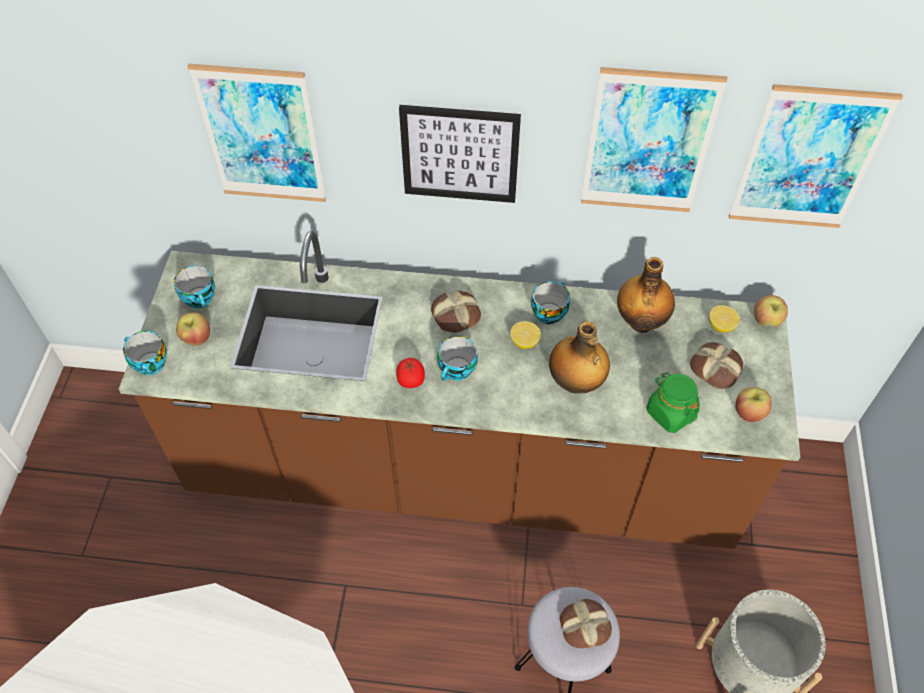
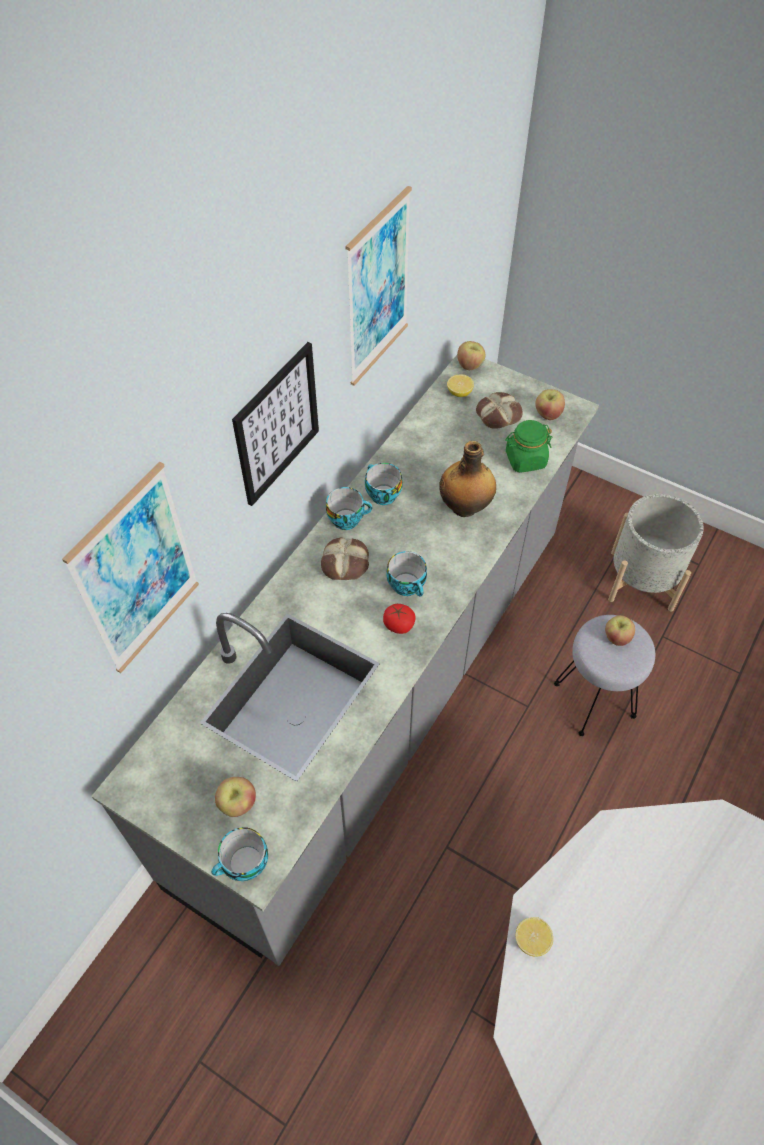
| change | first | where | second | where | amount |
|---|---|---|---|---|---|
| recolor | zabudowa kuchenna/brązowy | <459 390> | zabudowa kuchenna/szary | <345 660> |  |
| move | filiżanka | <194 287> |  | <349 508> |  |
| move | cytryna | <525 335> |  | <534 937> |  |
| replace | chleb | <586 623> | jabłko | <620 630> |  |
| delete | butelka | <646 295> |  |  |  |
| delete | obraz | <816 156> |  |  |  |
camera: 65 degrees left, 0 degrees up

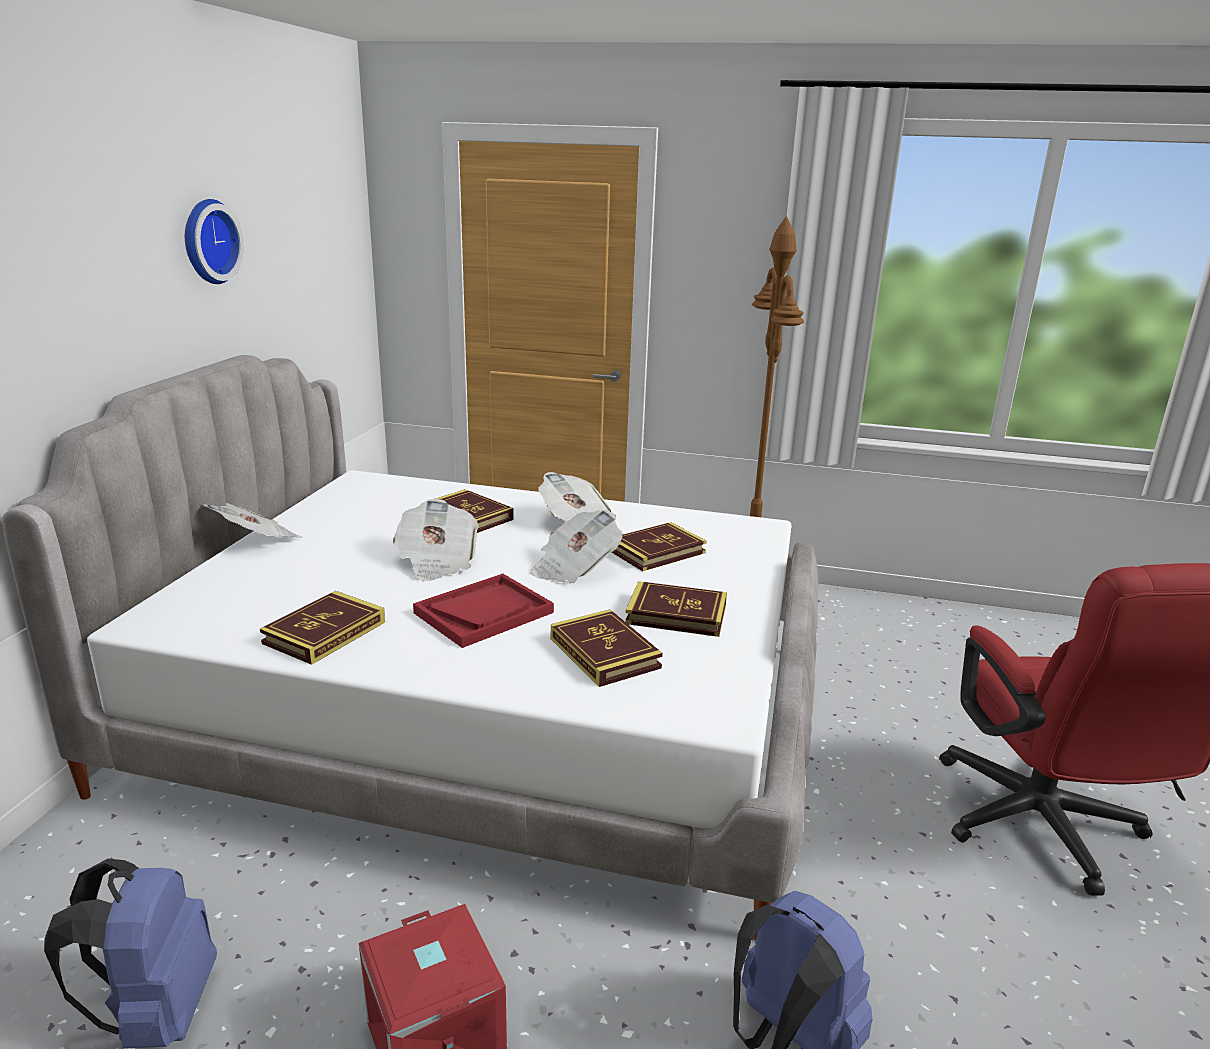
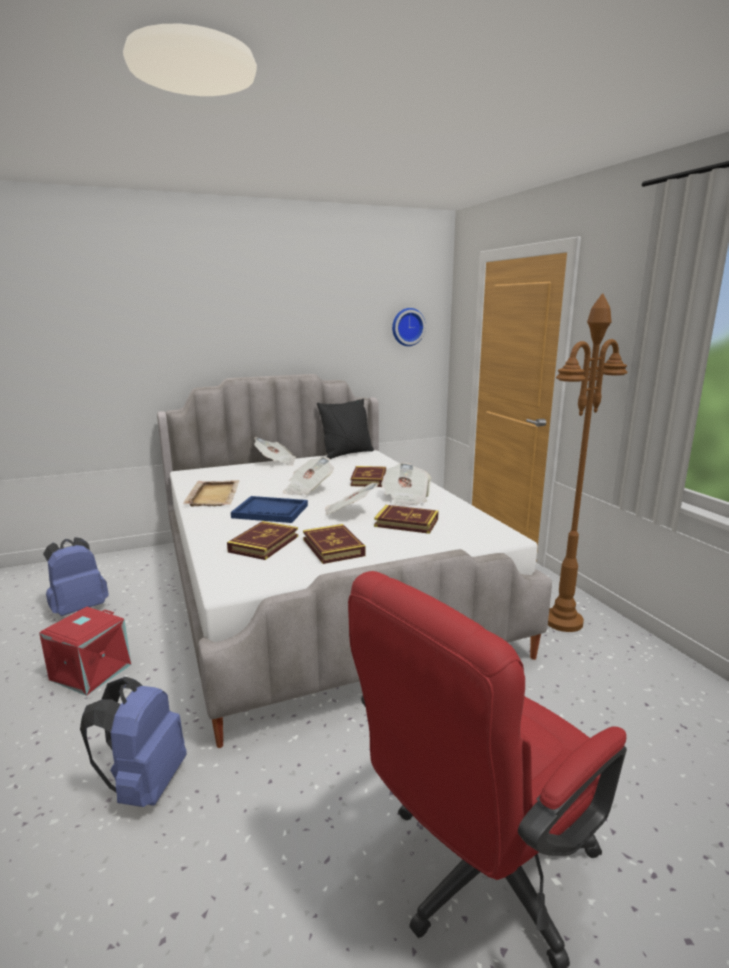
| change | first | where | second | where | amount |
|---|---|---|---|---|---|
| replace | książka | <322 628> | taca/beżowy | <211 493> |  |
| recolor | taca/czerwony | <483 611> | taca/niebieski | <269 509> |  |
| insert |  |  | poduszka/czarny | <345 429> |  |
| move | zegar ścienny | <214 241> |  | <409 327> |  |
camera: 55 degrees right, 5 degrees down

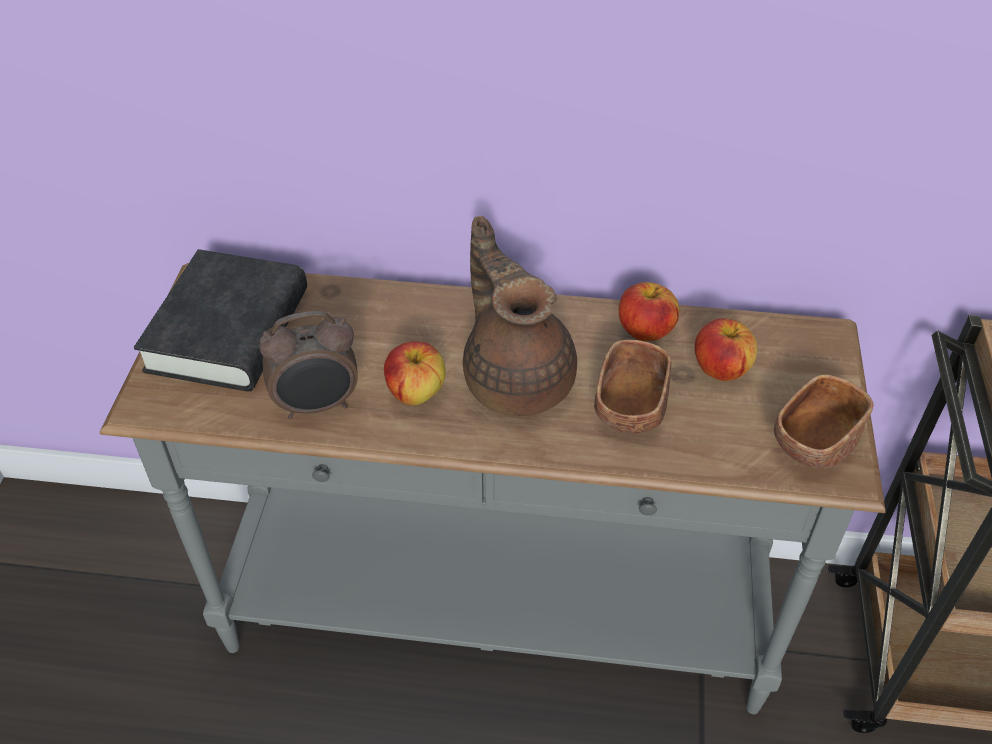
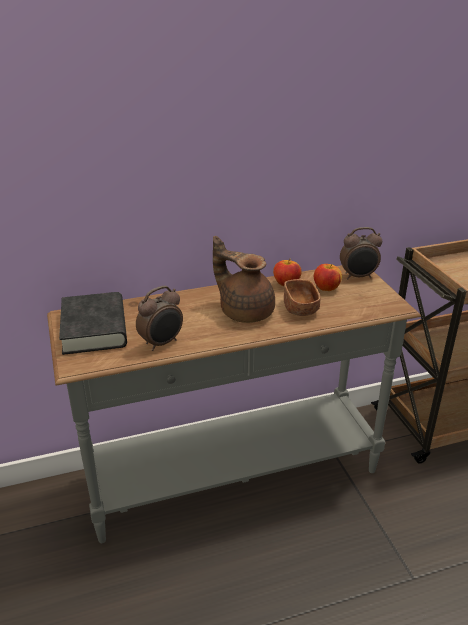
| change | first | where | second | where | amount |
|---|---|---|---|---|---|
| insert |  |  | budzik | <361 253> |  |
| delete | jabłko | <415 373> |  |  |  |
| delete | miska/brązowy | <823 421> |  |  |  |
camera: 25 degrees left, 15 degrees down

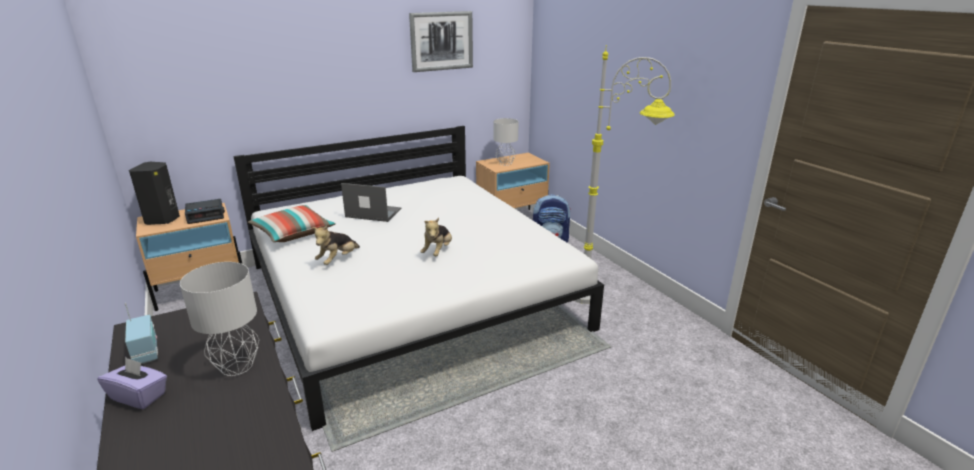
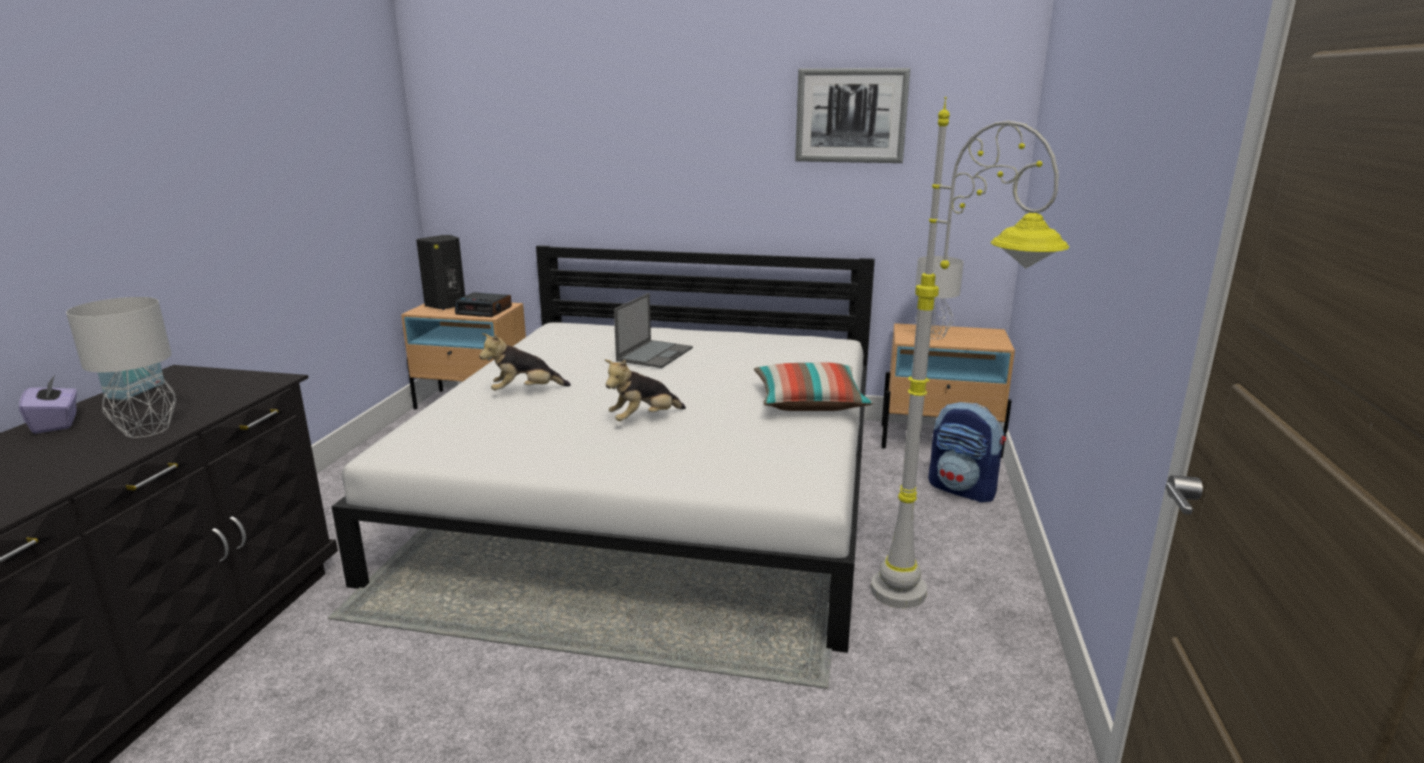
| change | first | where | second | where | amount |
|---|---|---|---|---|---|
| rotate | laptop | <371 202> |  | <653 330> | 60 degrees clockwise |
| move | poduszka | <292 223> |  | <813 387> |  |
camera: 40 degrees right, 5 degrees down

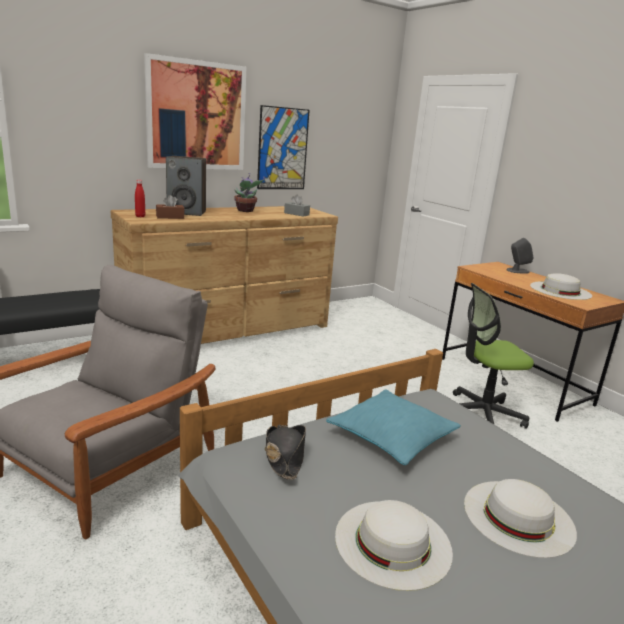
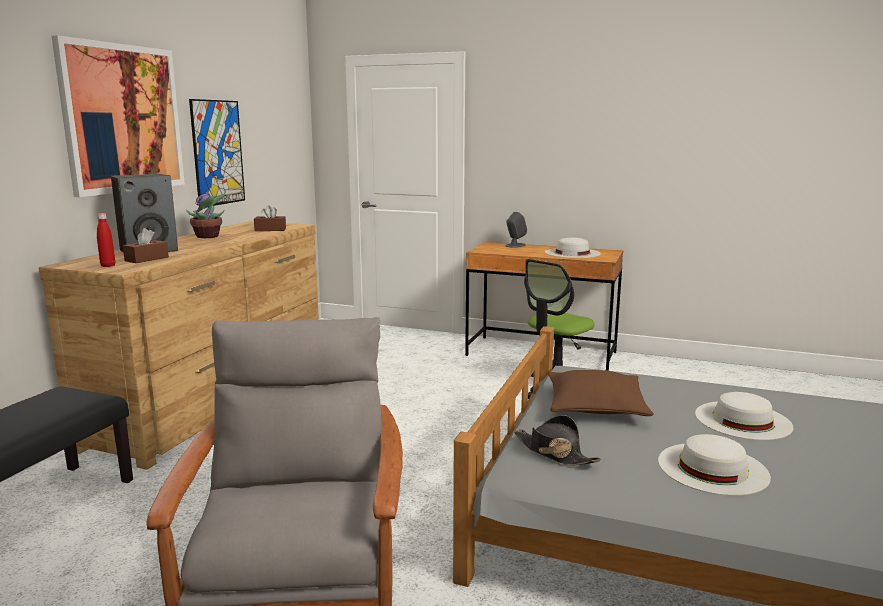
| change | first | where | second | where | amount |
|---|---|---|---|---|---|
| recolor | pudełko chusteczek/szary | <297 205> | pudełko chusteczek/brązowy | <270 218> |  |
| recolor | poduszka/turkusowy | <393 427> | poduszka/brązowy | <601 393> |  |
camera: 35 degrees left, 5 degrees down

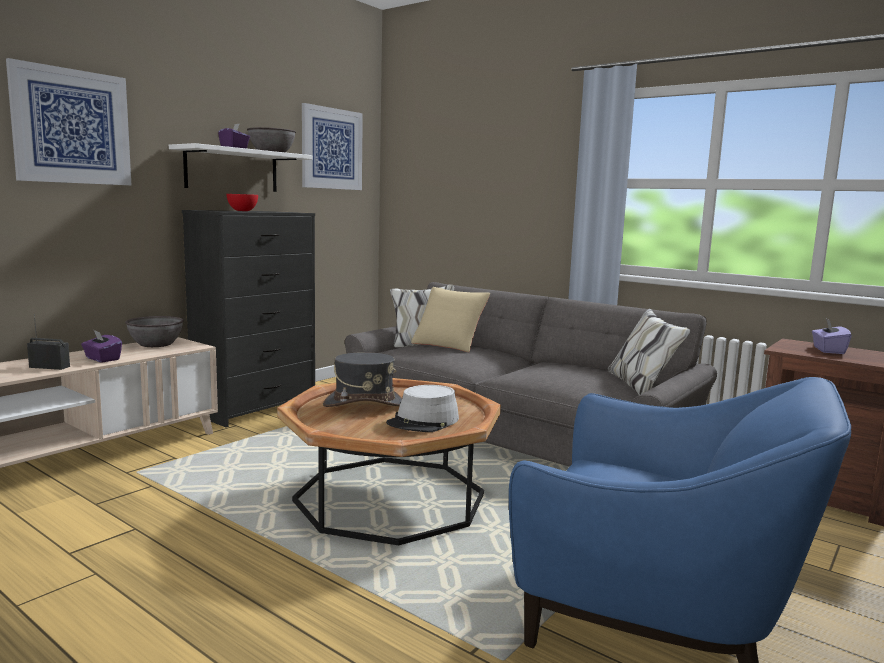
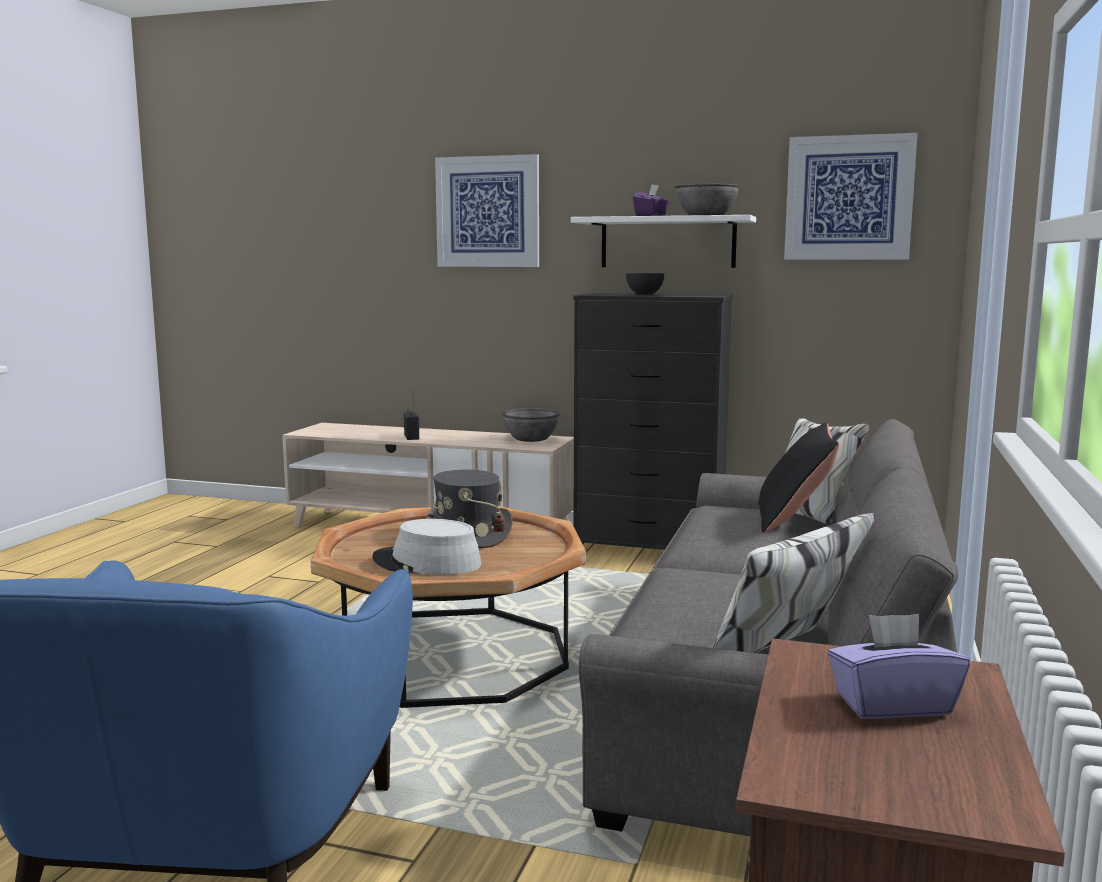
| change | first | where | second | where | amount |
|---|---|---|---|---|---|
| recolor | miska/czerwony | <242 202> | miska/szary | <645 283> |  |
| recolor | poduszka/beżowy | <450 319> | poduszka/czarny | <799 478> |  |
| delete | pudełko chusteczek/fioletowy | <101 346> |  |  |  |
camera: 70 degrees right, 0 degrees up

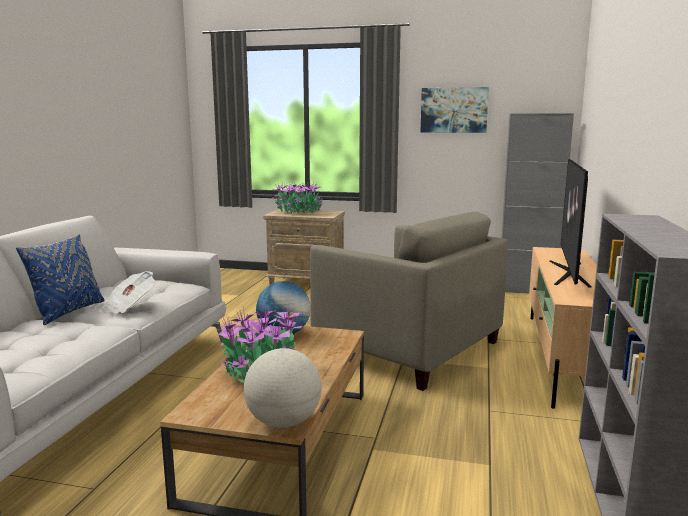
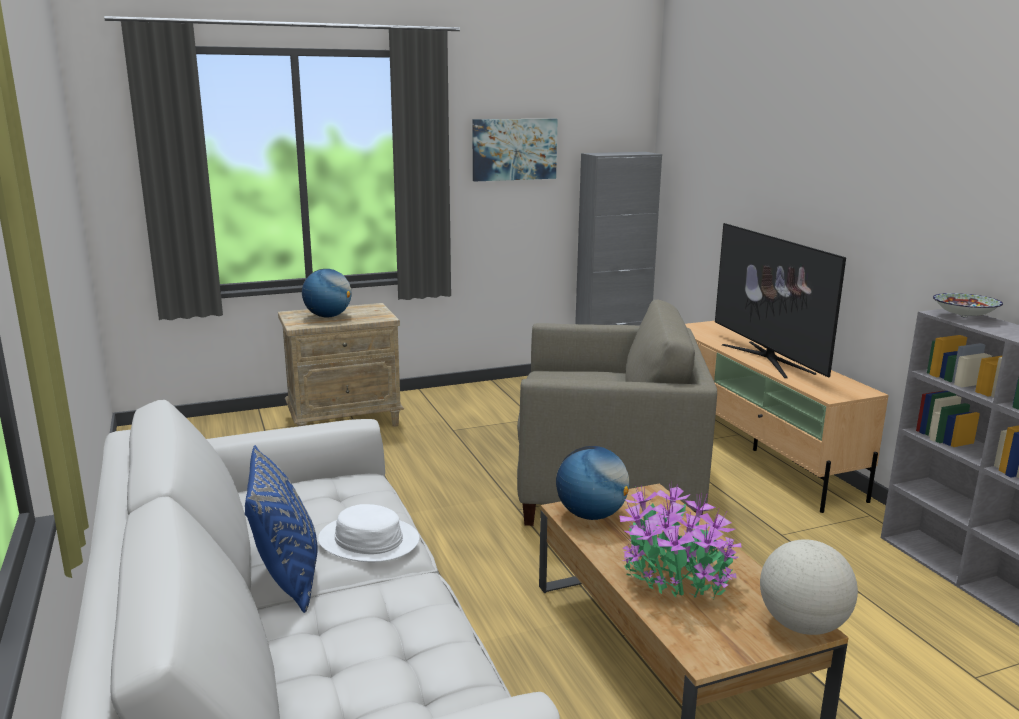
| change | first | where | second | where | amount |
|---|---|---|---|---|---|
| replace | roślina doniczkowa | <298 198> | globus | <327 293> |  |
| replace | gazeta | <127 292> | kapelusz/biały | <368 533> |  |
| insert |  |  | miska | <968 305> |  |
camera: 35 degrees left, 5 degrees up

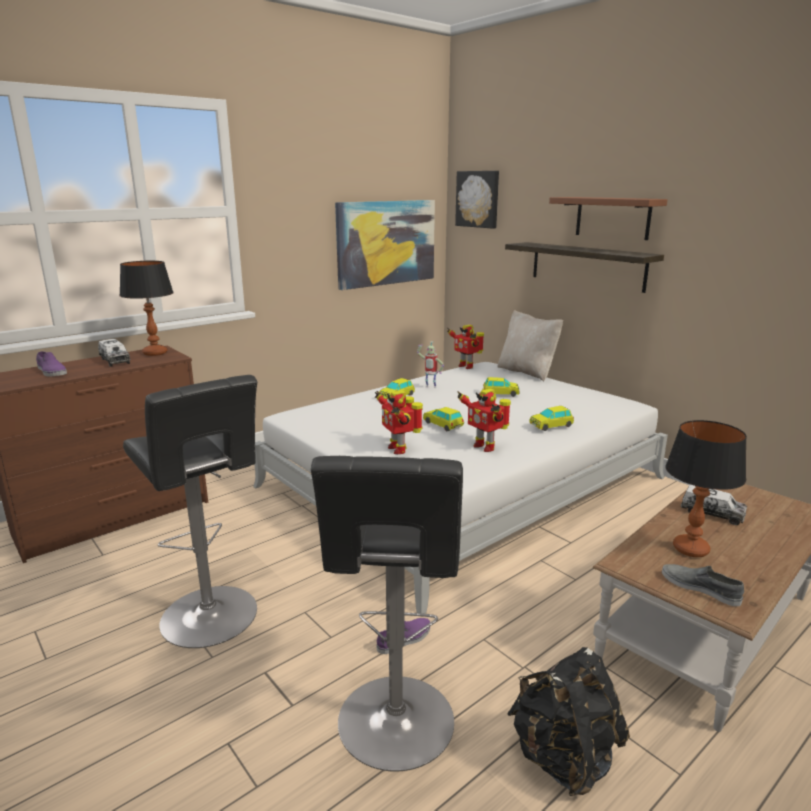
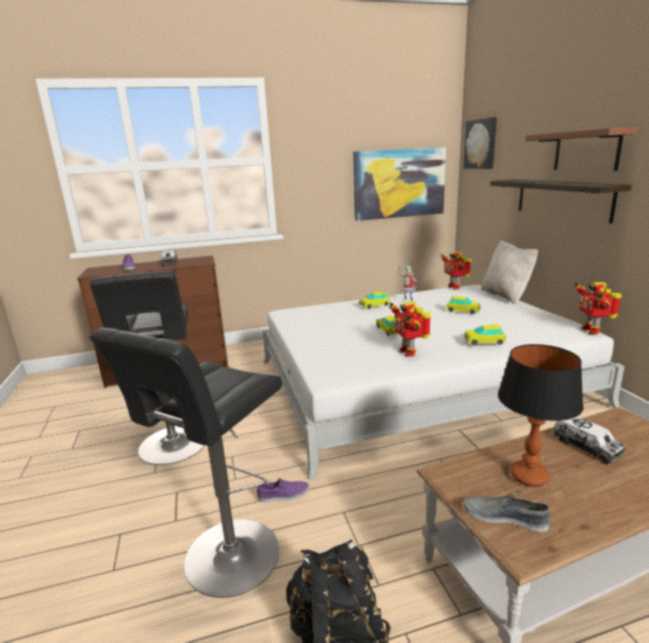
| change | first | where | second | where | amount |
|---|---|---|---|---|---|
| rotate | but/szary | <703 585> |  | <506 513> | 45 degrees counterclockwise |
| move | robot zabawkowy | <398 422> |  | <598 308> |  |
| delete | lampa stołowa | <146 308> |  |  |  |
camera: 25 degrees right, 0 degrees up

